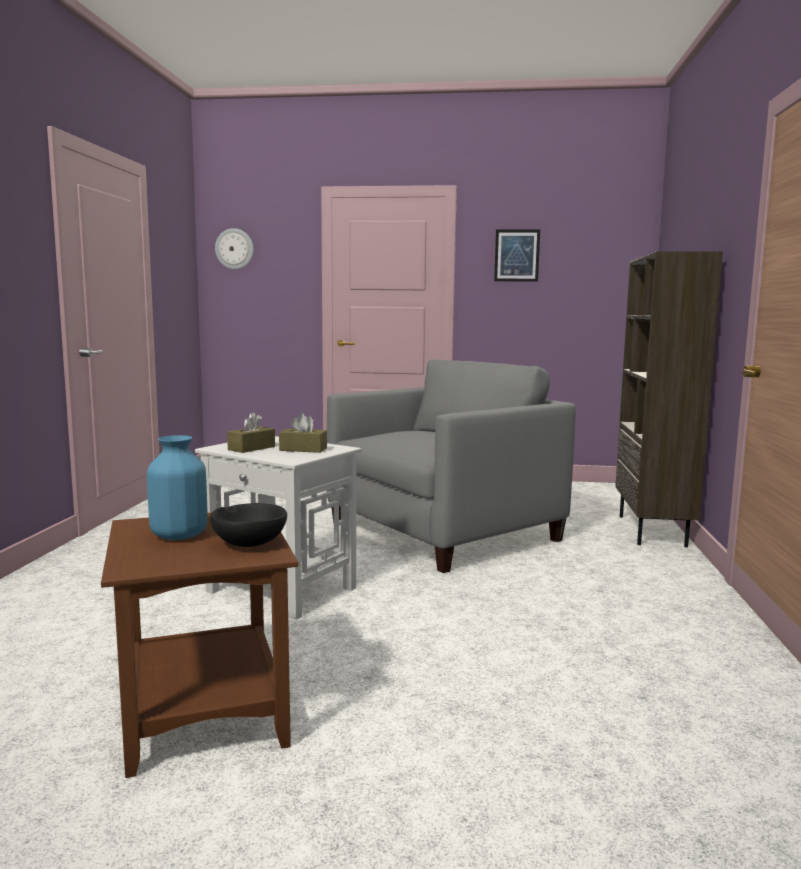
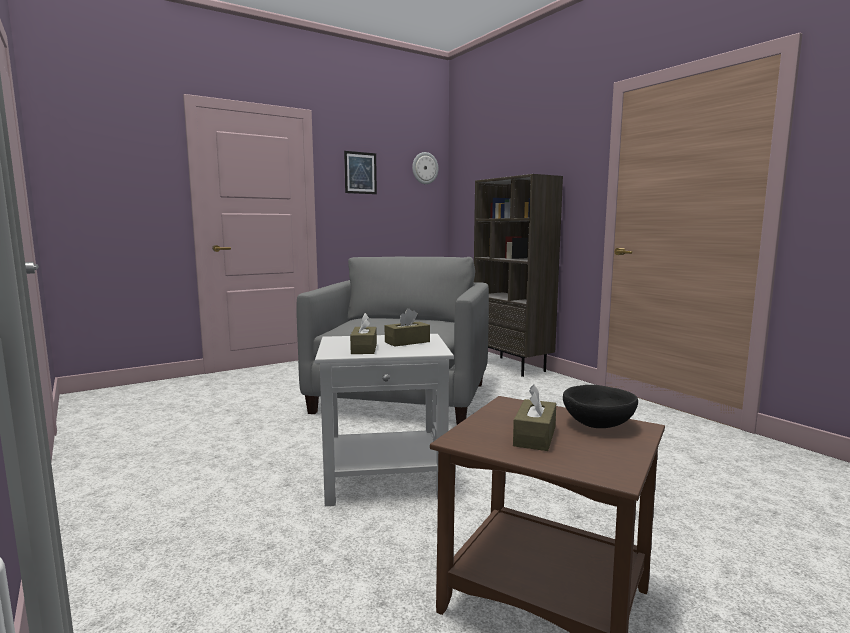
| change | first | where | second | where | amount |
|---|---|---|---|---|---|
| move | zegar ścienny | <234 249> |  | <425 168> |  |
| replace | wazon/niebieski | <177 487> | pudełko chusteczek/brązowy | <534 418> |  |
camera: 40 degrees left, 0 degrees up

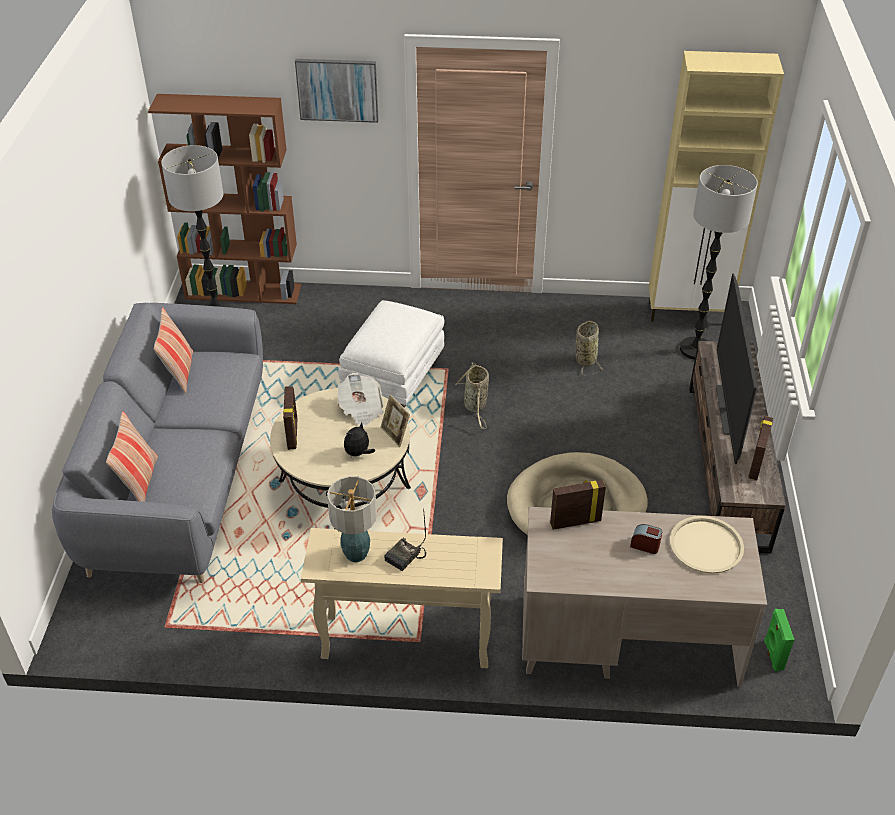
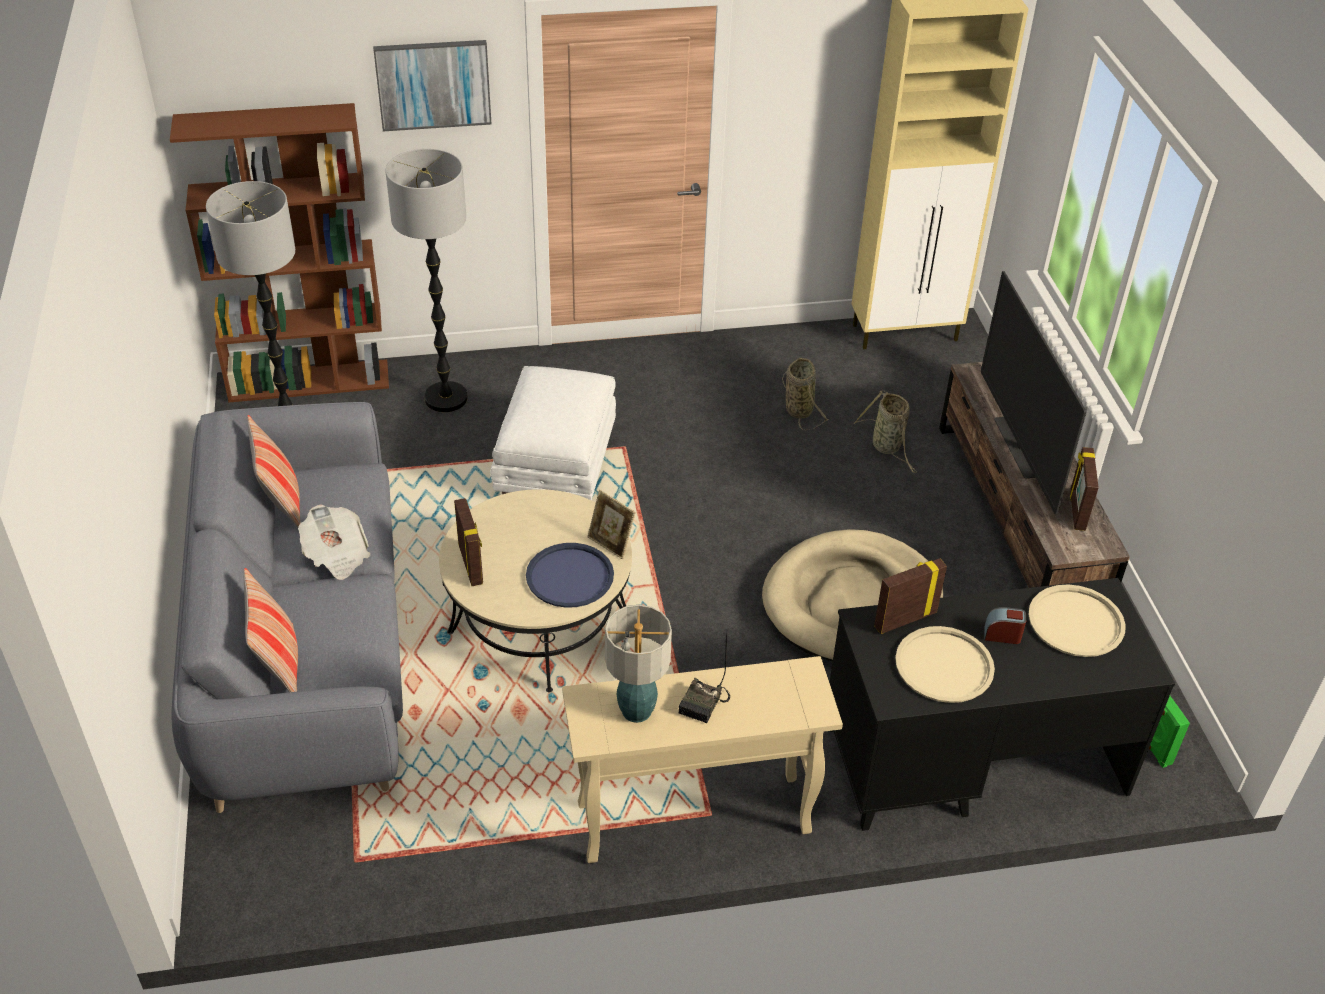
| change | first | where | second | where | amount |
|---|---|---|---|---|---|
| move | gazeta | <360 399> |  | <334 542> |  |
| move | lampa stojąca | <719 262> |  | <426 280> |  |
| replace | pluszak | <359 439> | taca/niebieski | <570 575> |  |
| recolor | biurko/beżowy | <644 597> | biurko/czarny | <1002 704> |  |
| move | koszyk | <472 396> |  | <885 432> |  |
| insert |  |  | taca/beżowy | <945 664> |  |
camera: 15 degrees left, 0 degrees up

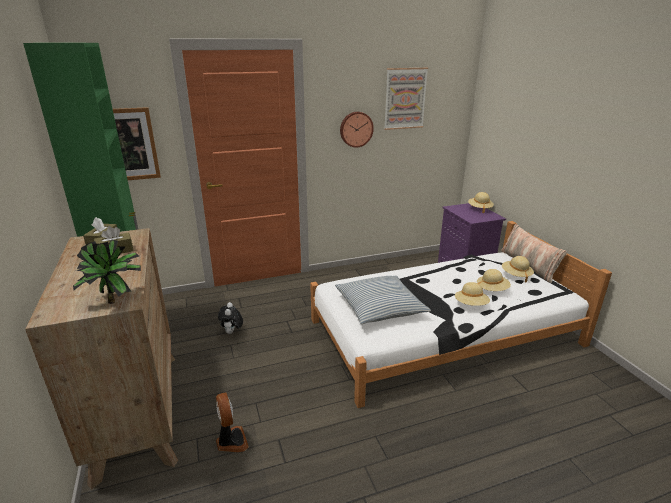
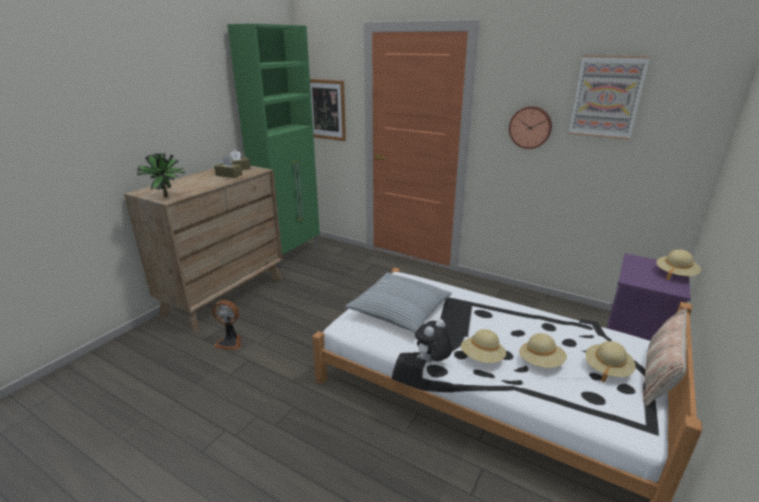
| change | first | where | second | where | amount |
|---|---|---|---|---|---|
| rotate | wentylator | <232 422> |  | <226 325> | 75 degrees clockwise |
| move | pluszak | <230 318> |  | <433 341> |  |
camera: 50 degrees right, 0 degrees up

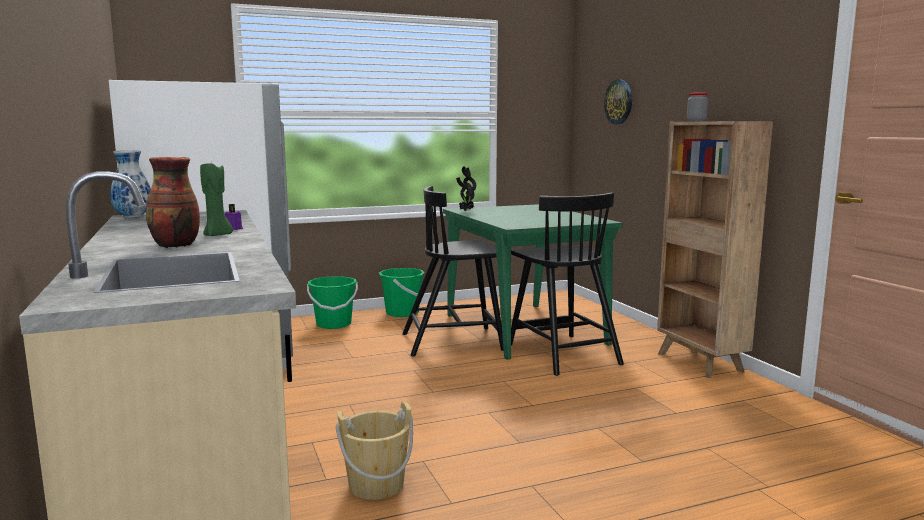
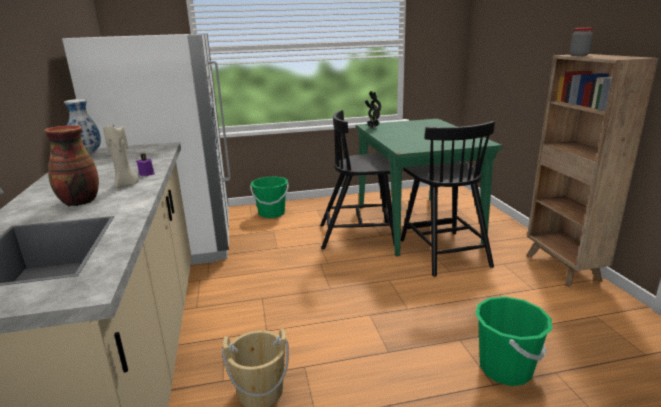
| change | first | where | second | where | amount |
|---|---|---|---|---|---|
| recolor | świeca/zielony | <216 198> | świeca/beżowy | <121 156> |  |
| move | wiadro/zielony | <402 292> |  | <513 341> |  |
| delete | zegar ścienny | <618 102> |  |  |  |
camera: 10 degrees right, 10 degrees up

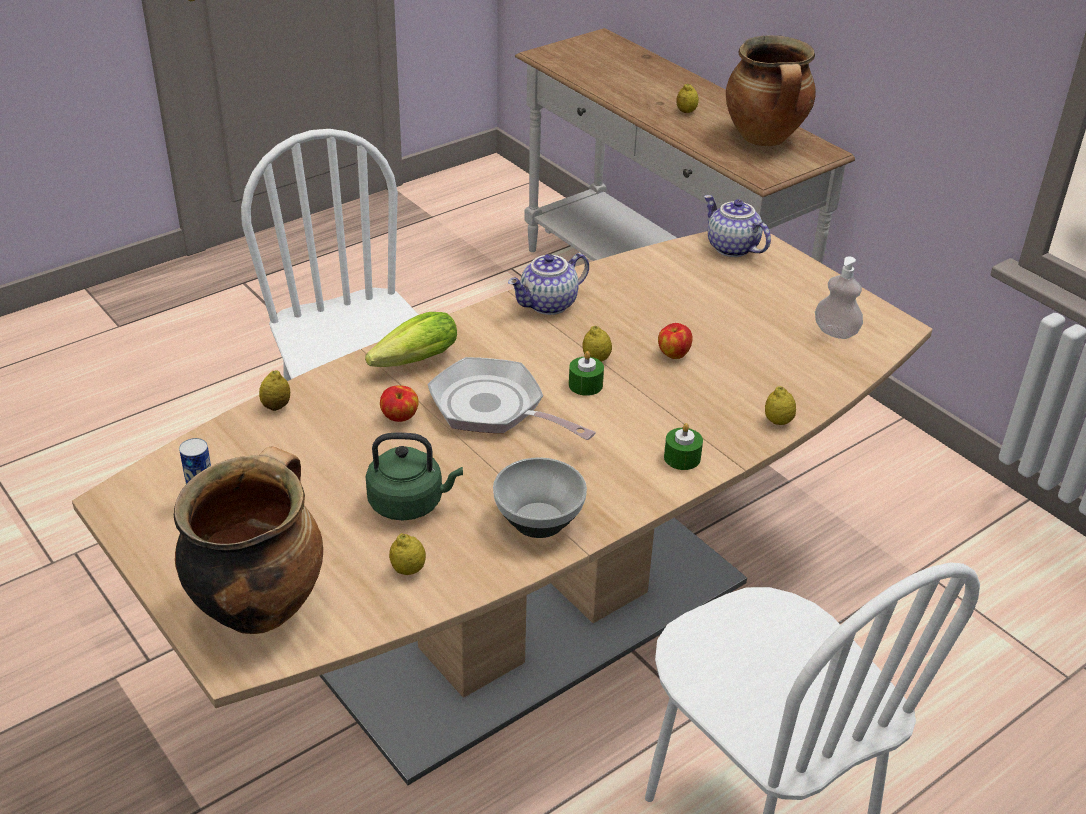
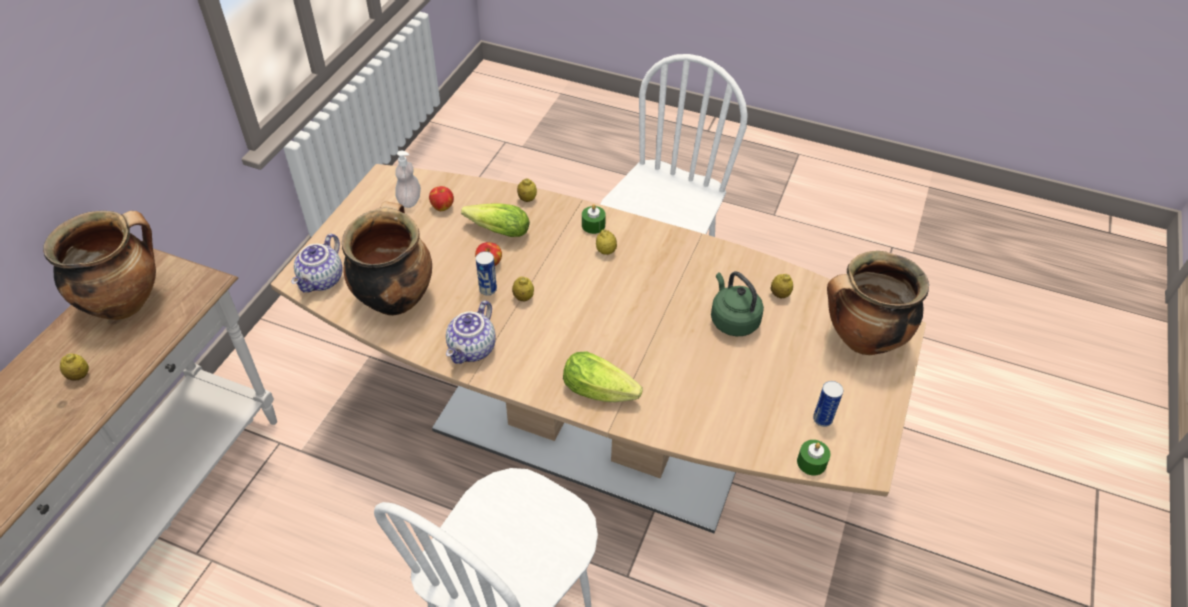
| change | first | where | second | where | amount |
|---|---|---|---|---|---|
| insert |  |  | garnek | <387 258> |  |
| move | jabłko | <399 403> |  | <441 198> |  |
| rotate | imbryk | <548 284> |  | <471 332> | 90 degrees clockwise |
| insert |  |  | sałata | <495 220> |  |
| insert |  |  | puszka | <486 273> |  |
| move | cytryna | <274 390> |  | <606 242> |  |
| move | świeca/zielony | <586 373> |  | <814 458> |  |
| delete | patelnia | <511 398> |  |  |  |
| delete | miska | <540 497> |  |  |  |
camera: 120 degrees left, 10 degrees up

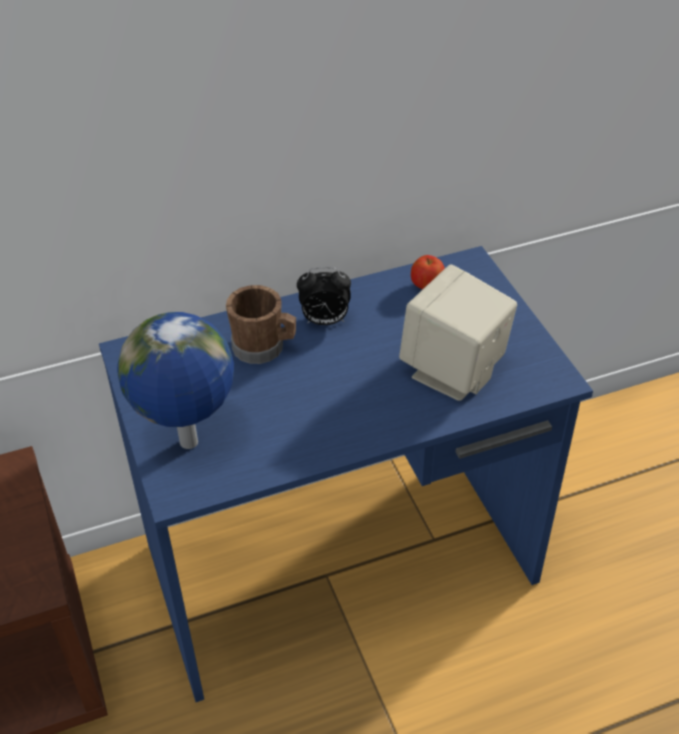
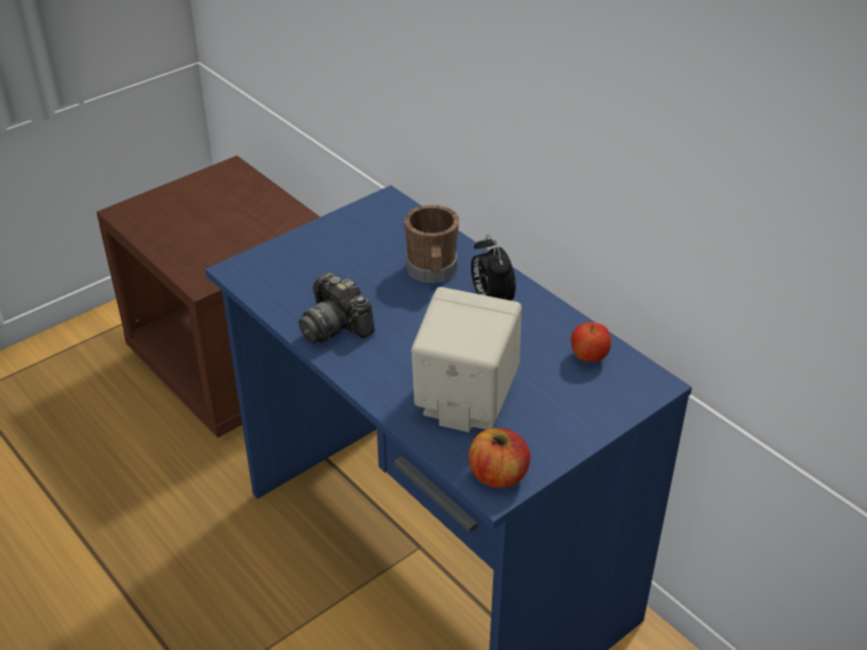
| change | first | where | second | where | amount |
|---|---|---|---|---|---|
| insert |  |  | aparat fotograficzny | <337 307> |  |
| insert |  |  | jabłko | <499 458> |  |
| delete | globus | <175 380> |  |  |  |
camera: 70 degrees right, 5 degrees down

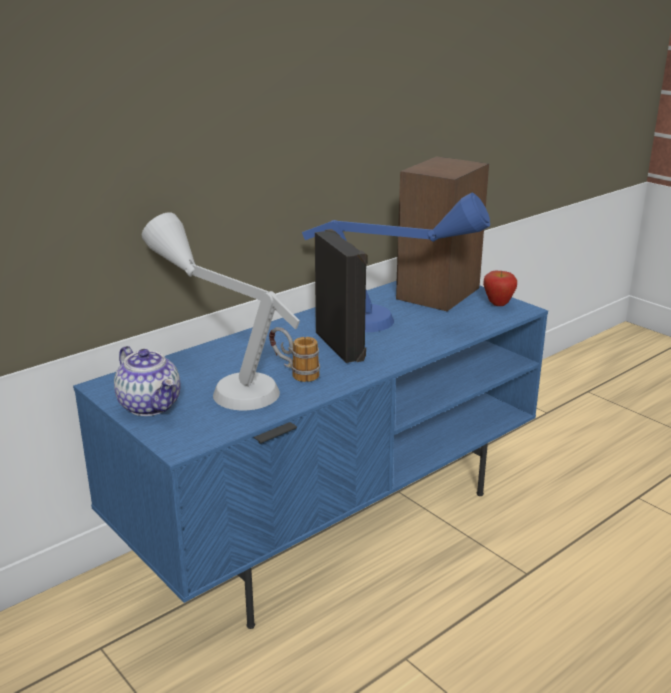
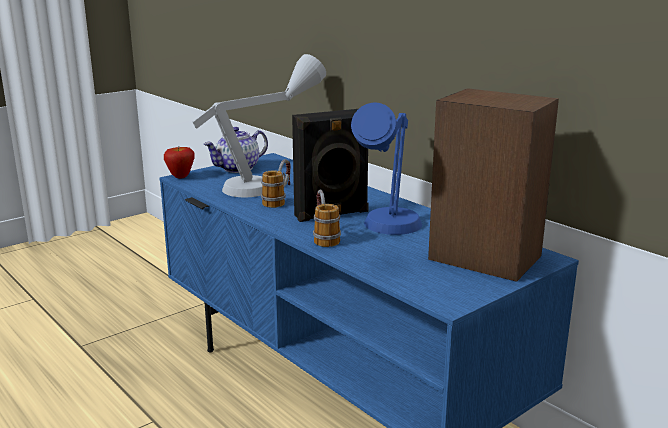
| change | first | where | second | where | amount |
|---|---|---|---|---|---|
| move | jabłko | <500 288> |  | <179 162> |  |
| insert |  |  | kubek | <327 218> |  |
camera: 90 degrees right, 5 degrees down

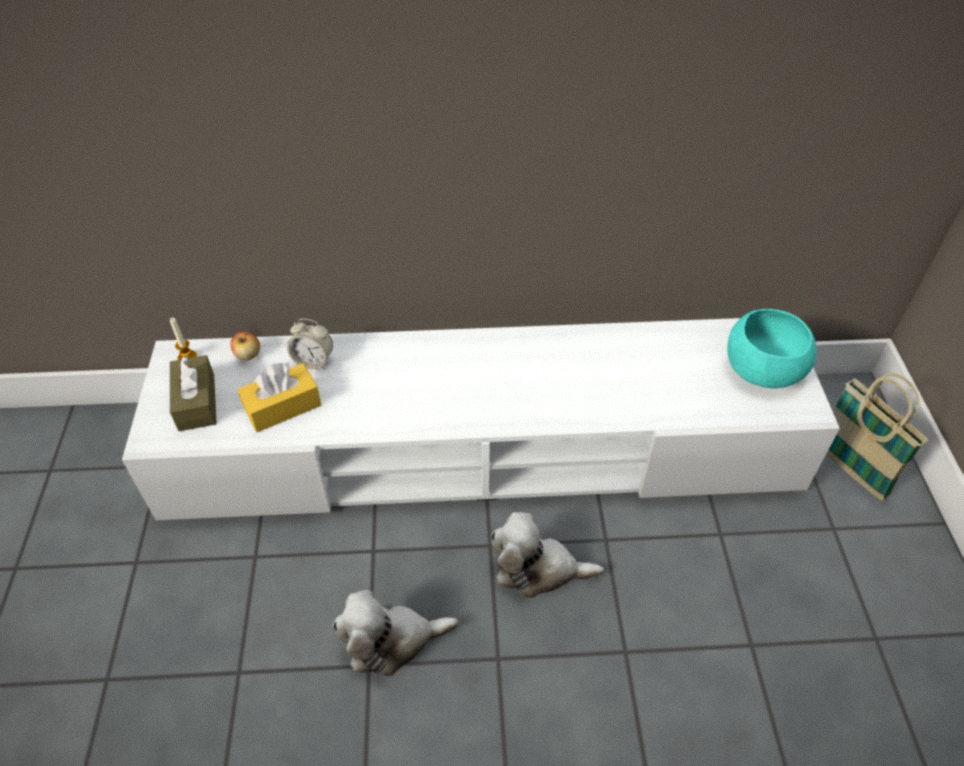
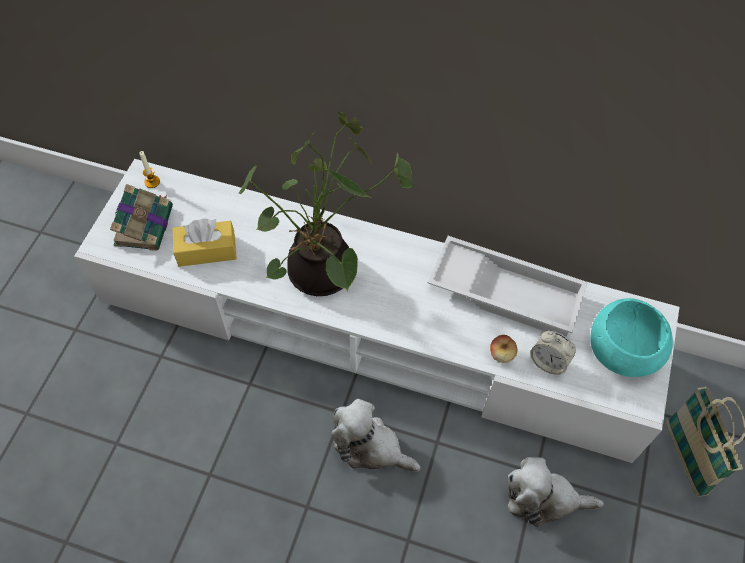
| change | first | where | second | where | amount |
|---|---|---|---|---|---|
| replace | pudełko chusteczek/brązowy | <193 393> | książka | <141 217> |  |
| insert |  |  | roślina doniczkowa | <325 204> |  |
| insert |  |  | taca/biały | <508 286> |  |
| move | jabłko | <245 345> |  | <503 349> |  |
| move | pluszak | <395 633> |  | <556 492> |  |
| move | budzik | <310 344> |  | <553 353> |  |
camera: 20 degrees right, 10 degrees up

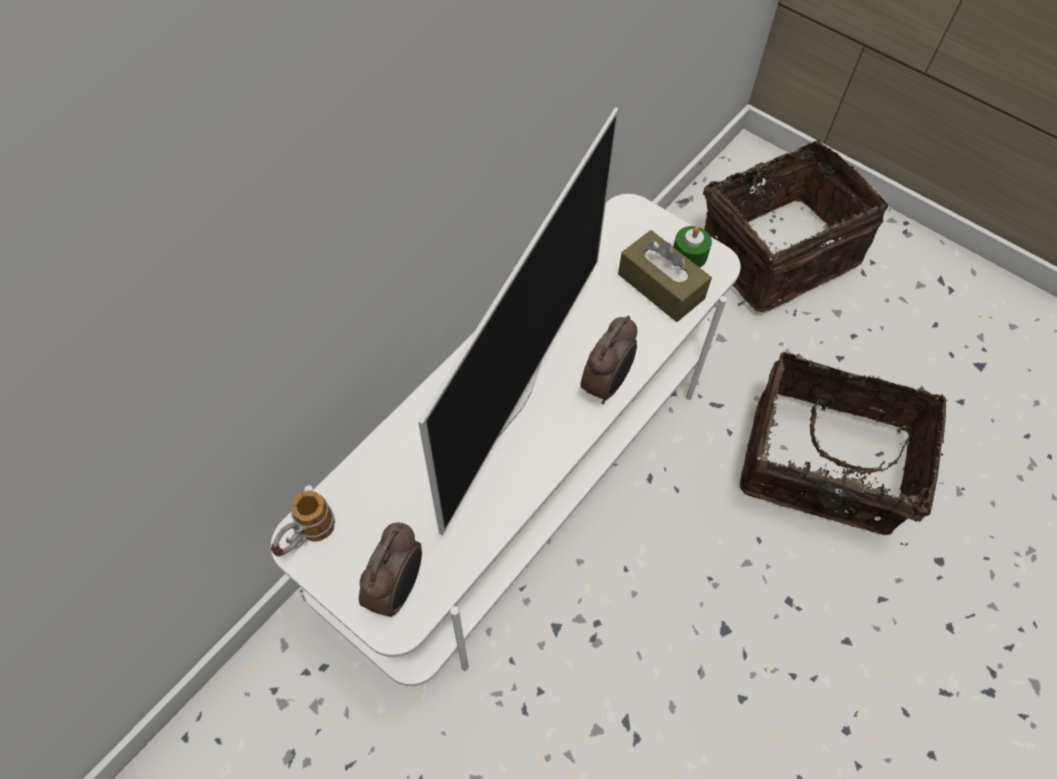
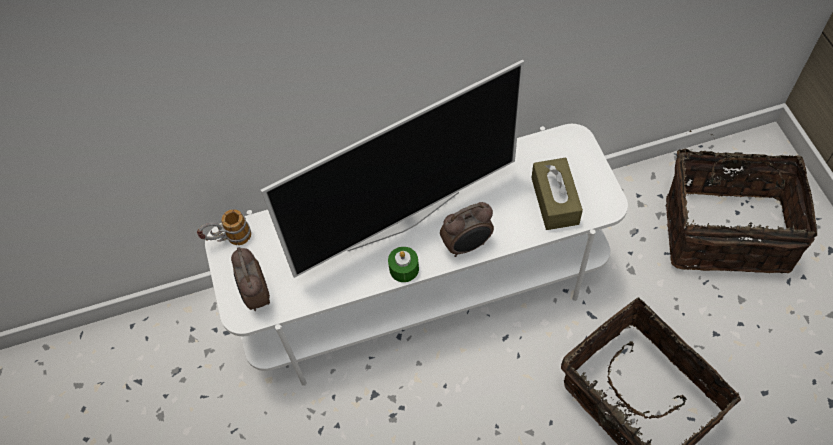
| change | first | where | second | where | amount |
|---|---|---|---|---|---|
| rotate | budzik | <390 569> |  | <250 279> | 105 degrees clockwise |
| move | świeca/zielony | <692 247> |  | <403 264> |  |
camera: 40 degrees right, 0 degrees up

